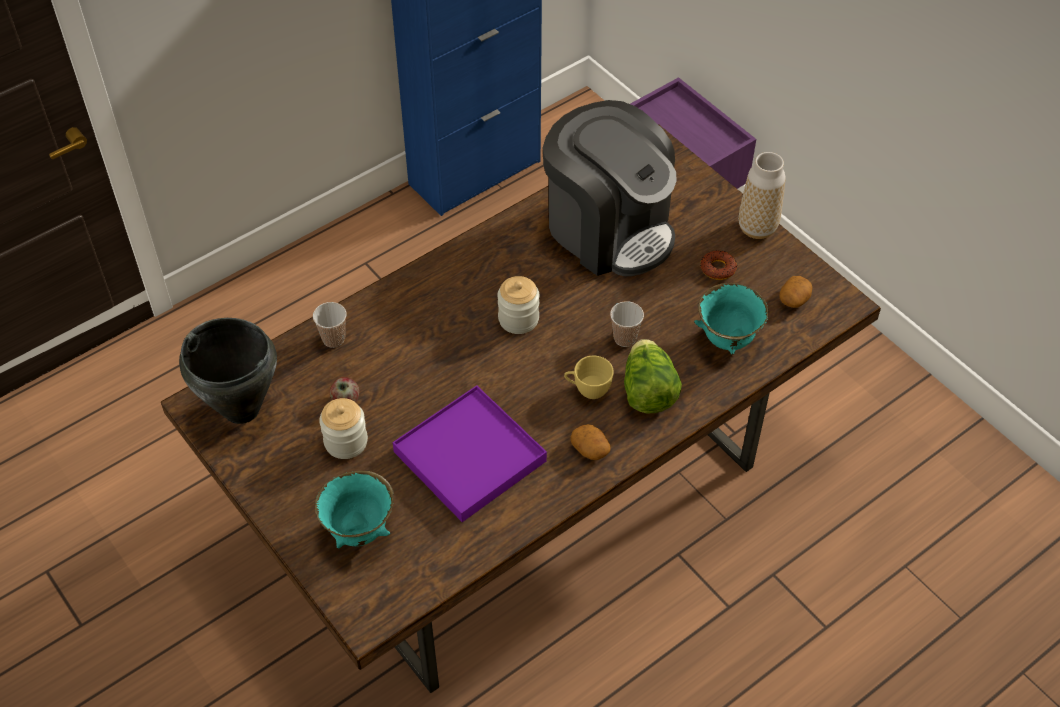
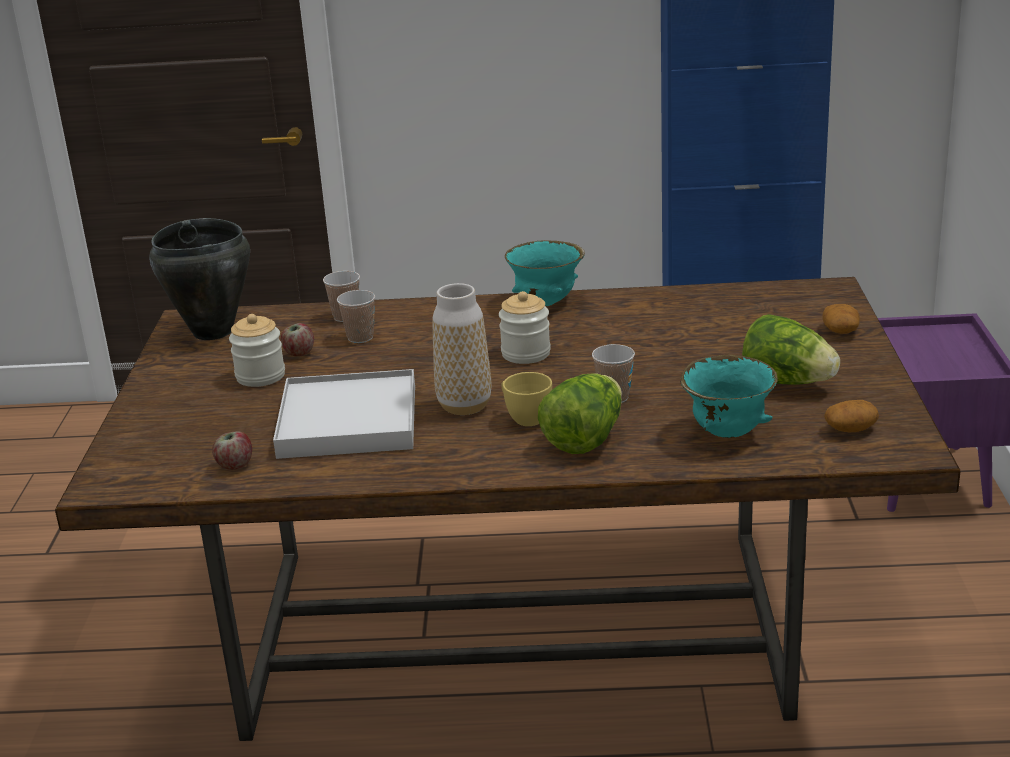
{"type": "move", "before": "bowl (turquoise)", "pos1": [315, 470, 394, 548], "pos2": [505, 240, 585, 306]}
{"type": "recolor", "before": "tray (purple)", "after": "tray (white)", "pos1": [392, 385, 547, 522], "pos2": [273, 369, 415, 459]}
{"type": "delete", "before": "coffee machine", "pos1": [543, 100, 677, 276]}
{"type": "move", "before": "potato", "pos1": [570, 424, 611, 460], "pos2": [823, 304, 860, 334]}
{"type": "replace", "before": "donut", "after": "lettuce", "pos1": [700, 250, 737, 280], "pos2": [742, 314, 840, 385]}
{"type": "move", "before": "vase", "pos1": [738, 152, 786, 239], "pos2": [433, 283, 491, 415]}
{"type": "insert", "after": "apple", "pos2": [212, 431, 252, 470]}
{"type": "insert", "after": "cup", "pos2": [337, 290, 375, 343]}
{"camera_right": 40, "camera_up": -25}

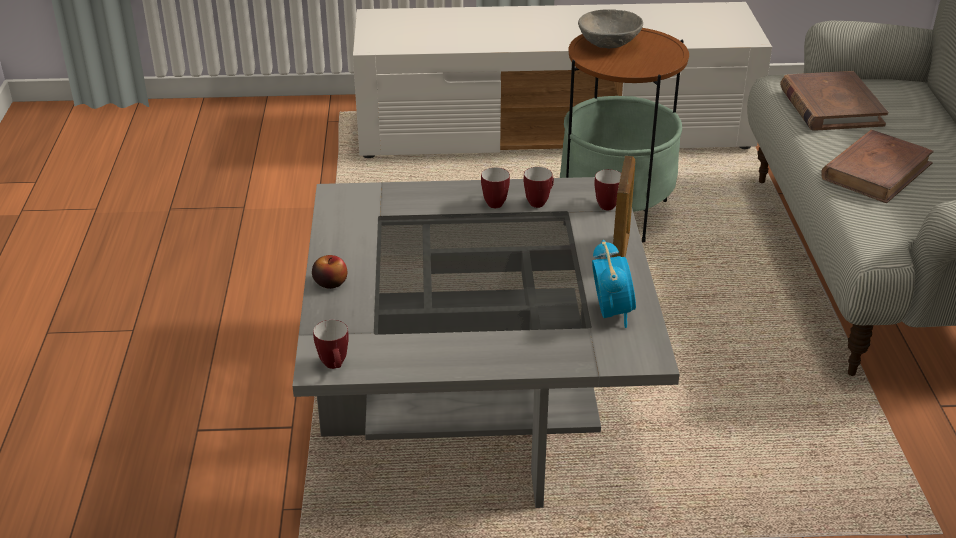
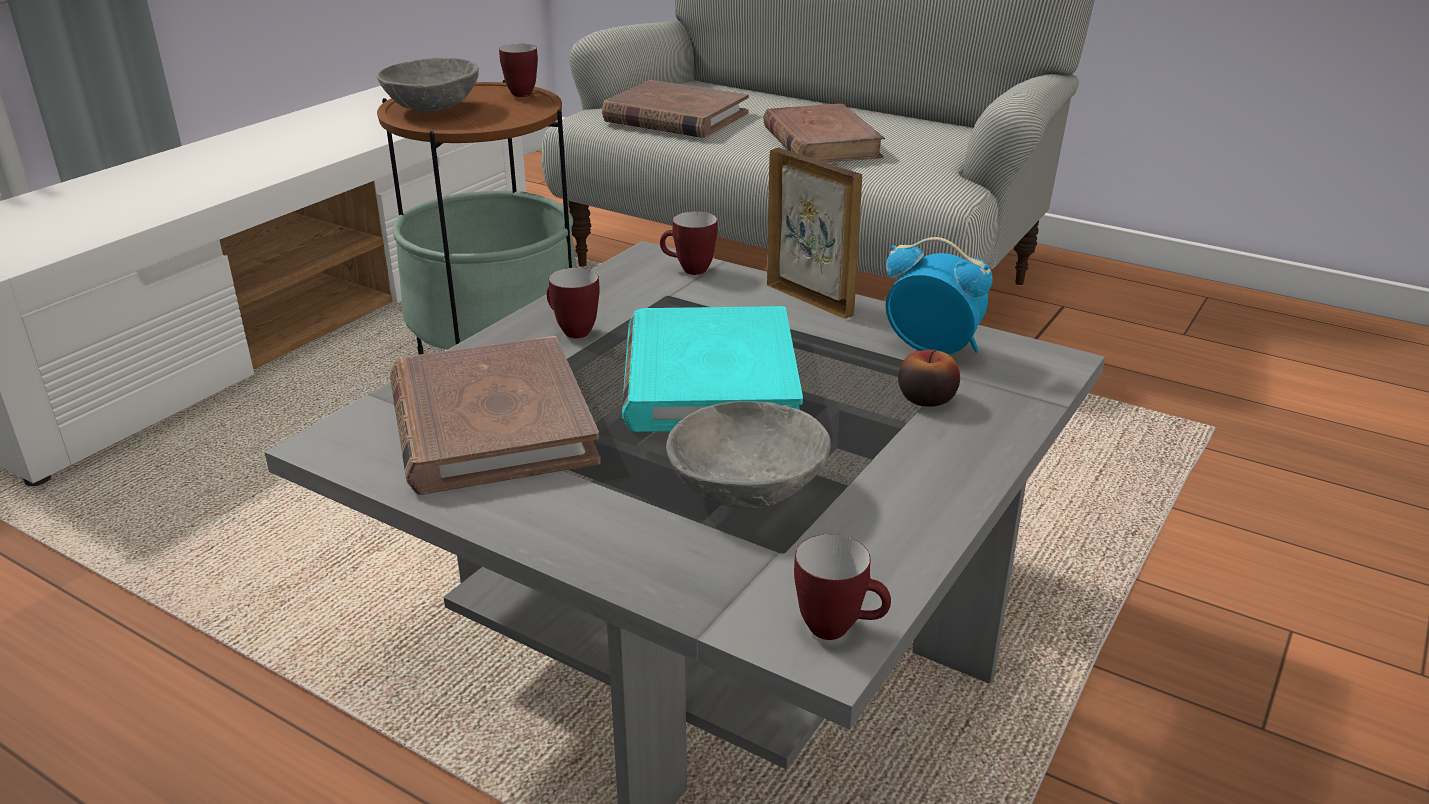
{"type": "move", "before": "apple", "pos1": [312, 255, 347, 289], "pos2": [898, 349, 960, 407]}
{"type": "move", "before": "mug", "pos1": [524, 167, 554, 208], "pos2": [499, 44, 538, 97]}
{"type": "insert", "after": "book (brown)", "pos2": [390, 336, 600, 495]}
{"type": "insert", "after": "book (turquoise)", "pos2": [622, 306, 803, 432]}
{"type": "insert", "after": "bowl (grey)", "pos2": [666, 401, 831, 509]}
{"camera_right": -55, "camera_up": -5}

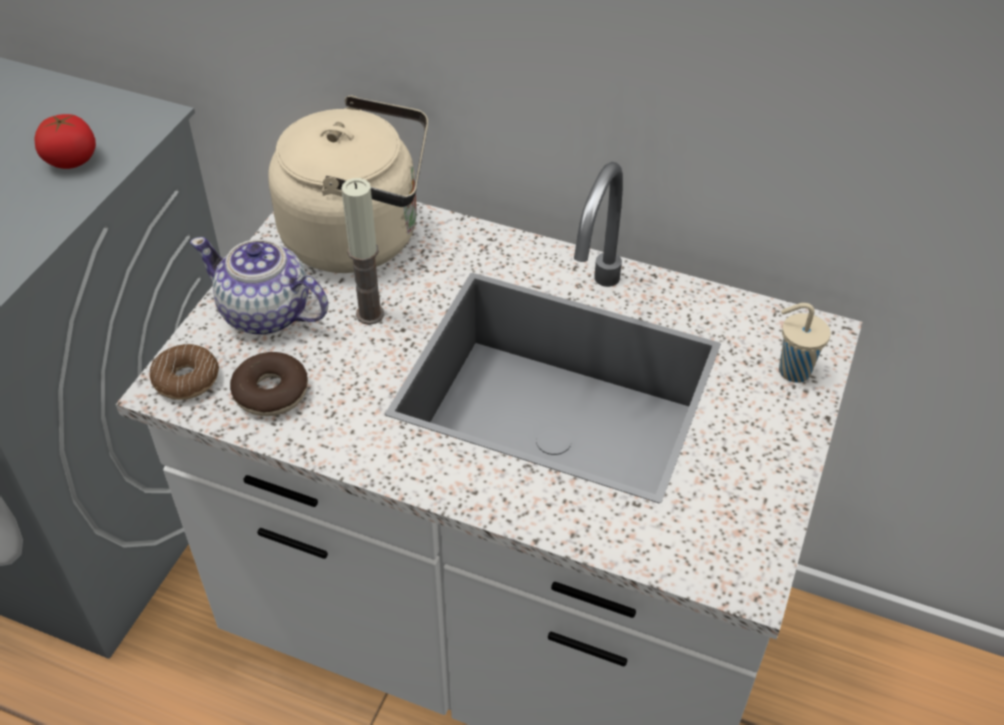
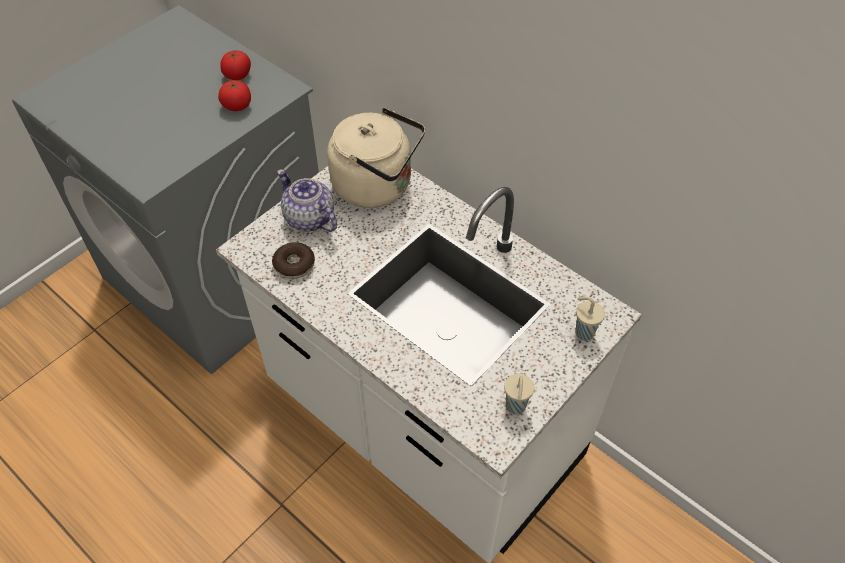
{"type": "delete", "before": "donut", "pos1": [150, 344, 219, 400]}
{"type": "delete", "before": "candle", "pos1": [341, 178, 384, 325]}
{"type": "insert", "after": "tomato", "pos2": [221, 50, 251, 80]}
{"type": "insert", "after": "cup (beige)", "pos2": [504, 374, 534, 414]}
{"camera_right": 20, "camera_up": 5}

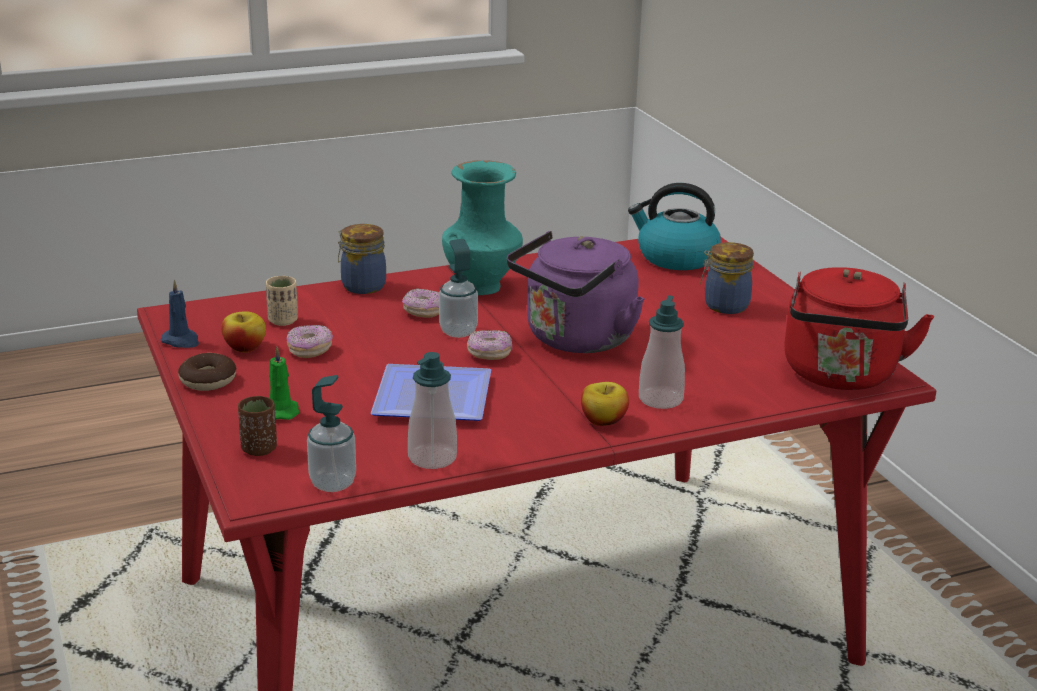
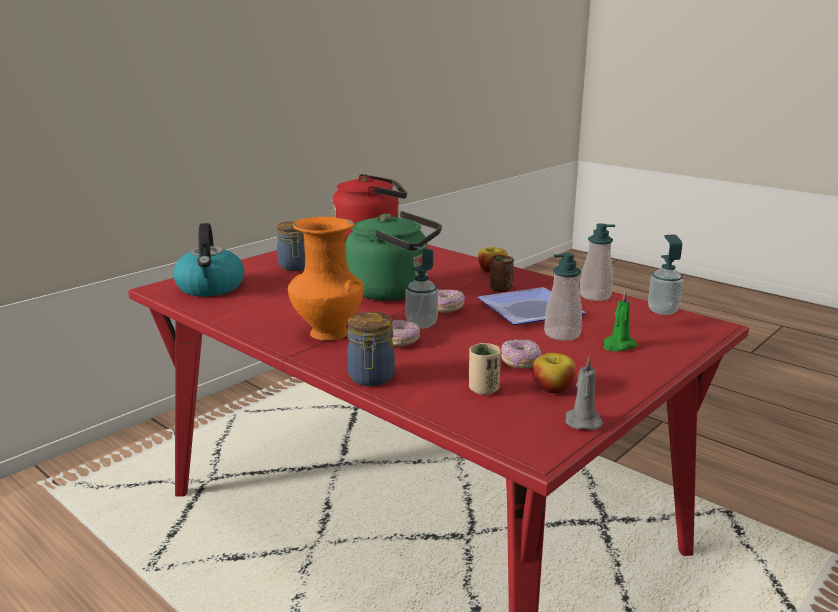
{"type": "recolor", "before": "candle (blue)", "after": "candle (grey)", "pos1": [161, 279, 199, 348], "pos2": [565, 356, 603, 430]}
{"type": "delete", "before": "donut", "pos1": [178, 353, 237, 391]}
{"type": "move", "before": "cup (brown)", "pos1": [238, 396, 277, 456], "pos2": [490, 255, 514, 292]}
{"type": "recolor", "before": "vase (turquoise)", "after": "vase (orange)", "pos1": [442, 160, 523, 295], "pos2": [288, 217, 364, 341]}
{"type": "recolor", "before": "kettle (purple)", "after": "kettle (green)", "pos1": [507, 231, 644, 353], "pos2": [345, 211, 442, 301]}
{"type": "move", "before": "soap dispenser", "pos1": [639, 296, 685, 409], "pos2": [544, 253, 582, 341]}
{"camera_right": -115, "camera_up": -5}

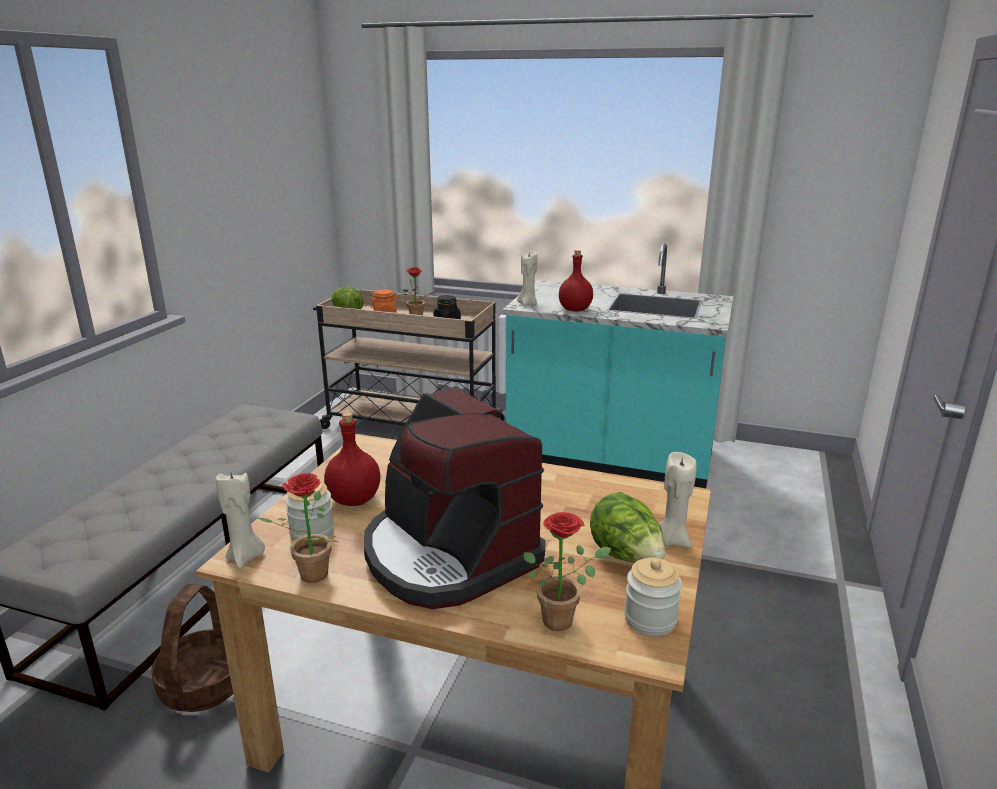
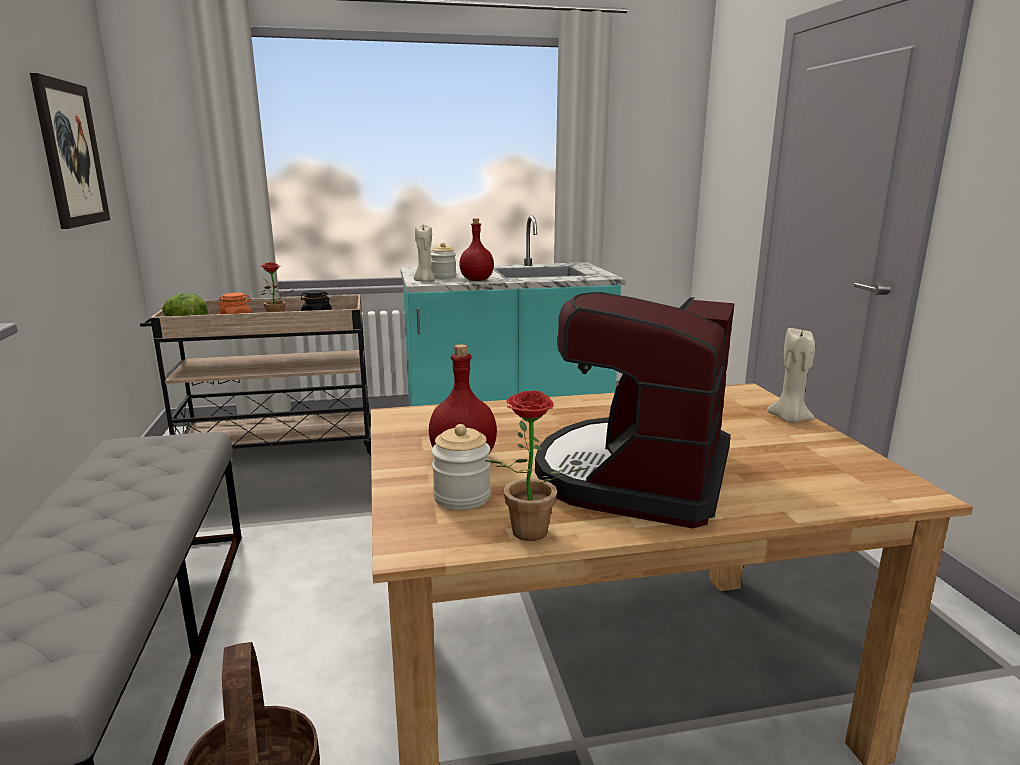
{"type": "delete", "before": "candle (beige)", "pos1": [216, 473, 265, 569]}
{"type": "rotate", "before": "coffee machine", "pos1": [364, 388, 546, 609], "pos2": [535, 292, 735, 528], "turn": 90}
{"type": "delete", "before": "potted plant", "pos1": [524, 512, 611, 631]}
{"type": "delete", "before": "lettuce", "pos1": [590, 492, 665, 562]}
{"type": "move", "before": "jar", "pos1": [624, 558, 682, 636], "pos2": [431, 242, 457, 279]}
{"type": "insert", "after": "picture", "pos2": [30, 73, 110, 229]}
{"camera_right": -30, "camera_up": -5}

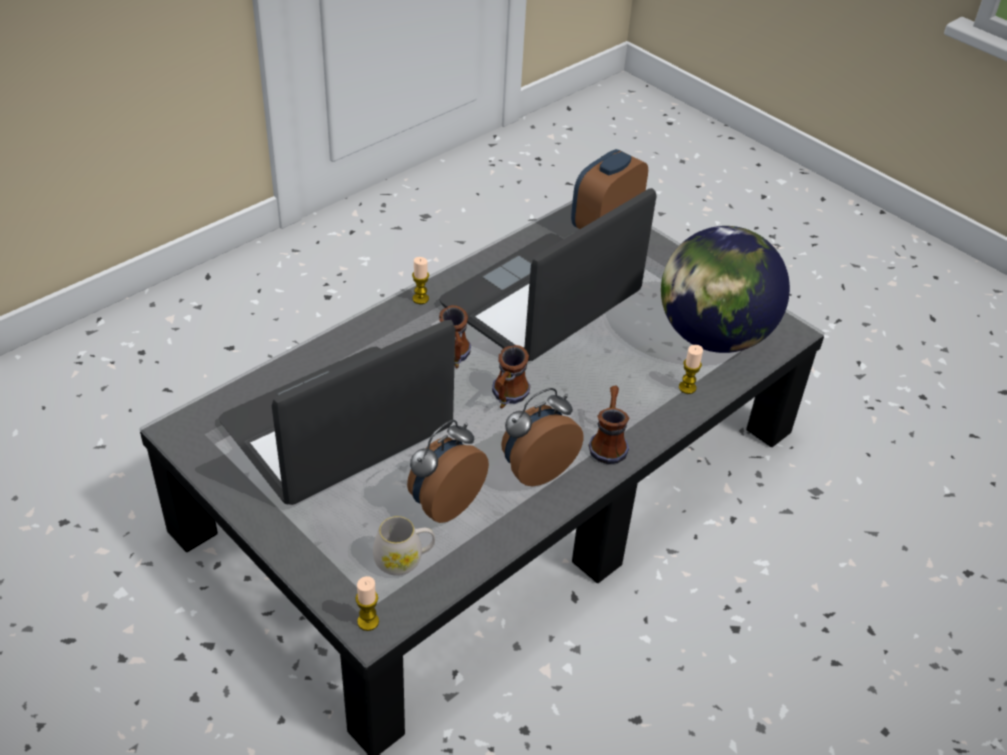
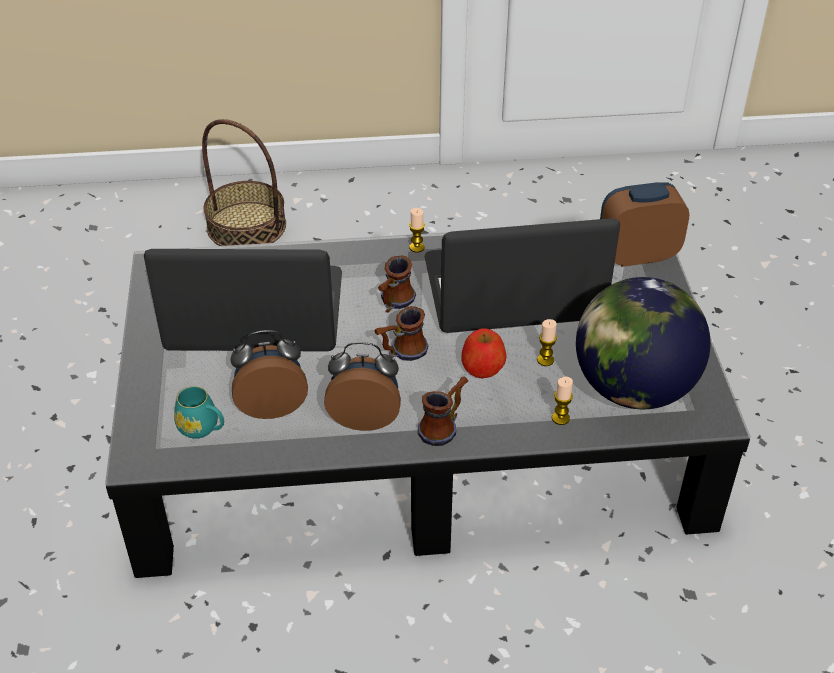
{"type": "move", "before": "candle", "pos1": [355, 576, 379, 631], "pos2": [537, 319, 557, 366]}
{"type": "recolor", "before": "mug (white)", "after": "mug (turquoise)", "pos1": [373, 516, 435, 576], "pos2": [174, 386, 224, 439]}
{"type": "insert", "after": "basket", "pos2": [202, 119, 286, 246]}
{"type": "insert", "after": "apple", "pos2": [461, 328, 507, 378]}
{"camera_right": 40, "camera_up": 0}

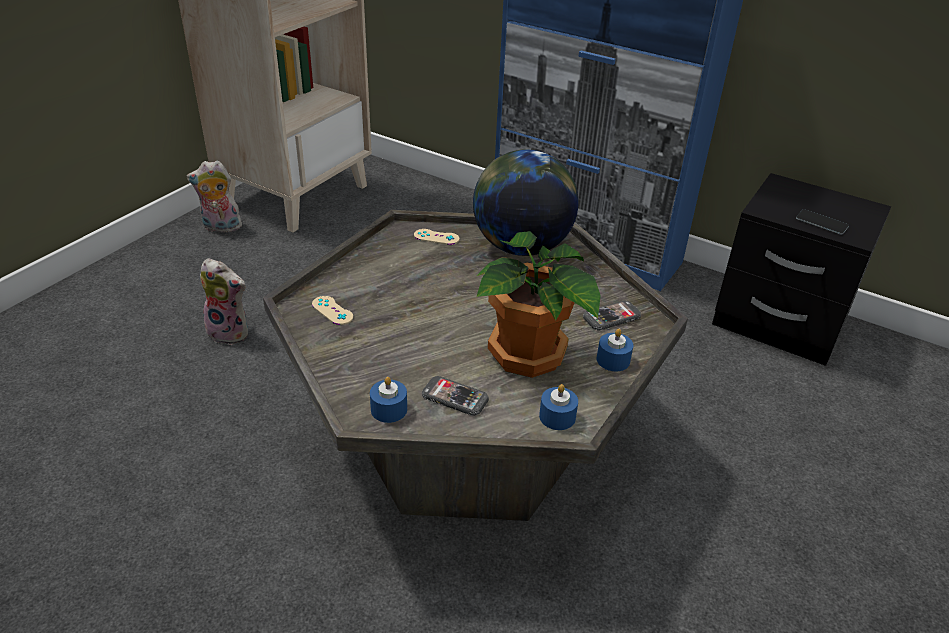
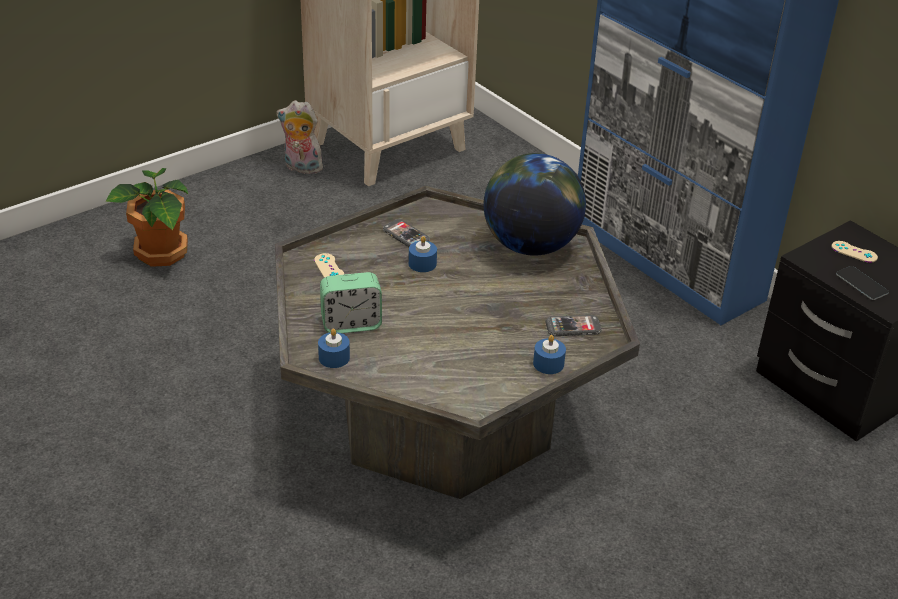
{"type": "delete", "before": "plush toy", "pos1": [200, 258, 248, 345]}
{"type": "move", "before": "game controller (beige)", "pos1": [414, 229, 460, 245], "pos2": [832, 241, 878, 263]}
{"type": "move", "before": "phone", "pos1": [422, 376, 489, 416], "pos2": [383, 219, 430, 247]}
{"type": "move", "before": "potted plant", "pos1": [476, 231, 601, 378], "pos2": [105, 168, 188, 267]}
{"type": "move", "before": "candle (blue)", "pos1": [539, 384, 578, 430], "pos2": [409, 236, 437, 272]}
{"type": "insert", "after": "alarm clock", "pos2": [320, 272, 382, 333]}
{"camera_right": 20, "camera_up": 0}

